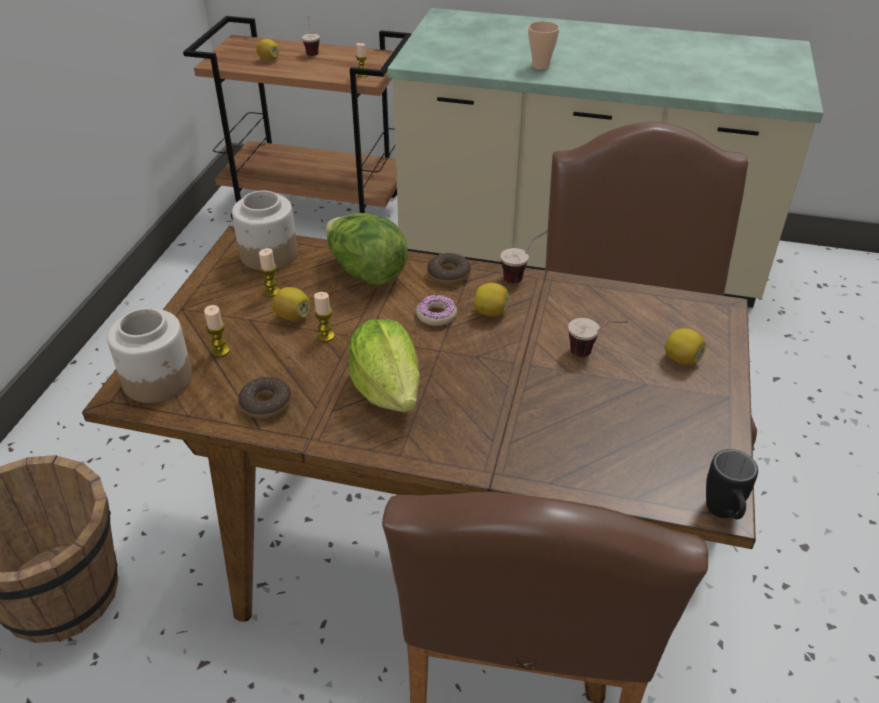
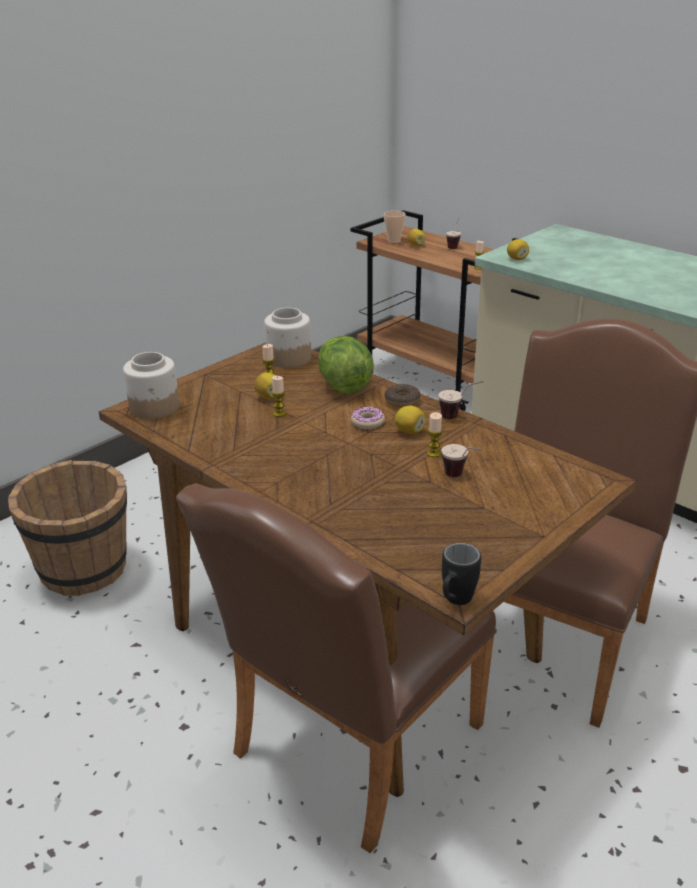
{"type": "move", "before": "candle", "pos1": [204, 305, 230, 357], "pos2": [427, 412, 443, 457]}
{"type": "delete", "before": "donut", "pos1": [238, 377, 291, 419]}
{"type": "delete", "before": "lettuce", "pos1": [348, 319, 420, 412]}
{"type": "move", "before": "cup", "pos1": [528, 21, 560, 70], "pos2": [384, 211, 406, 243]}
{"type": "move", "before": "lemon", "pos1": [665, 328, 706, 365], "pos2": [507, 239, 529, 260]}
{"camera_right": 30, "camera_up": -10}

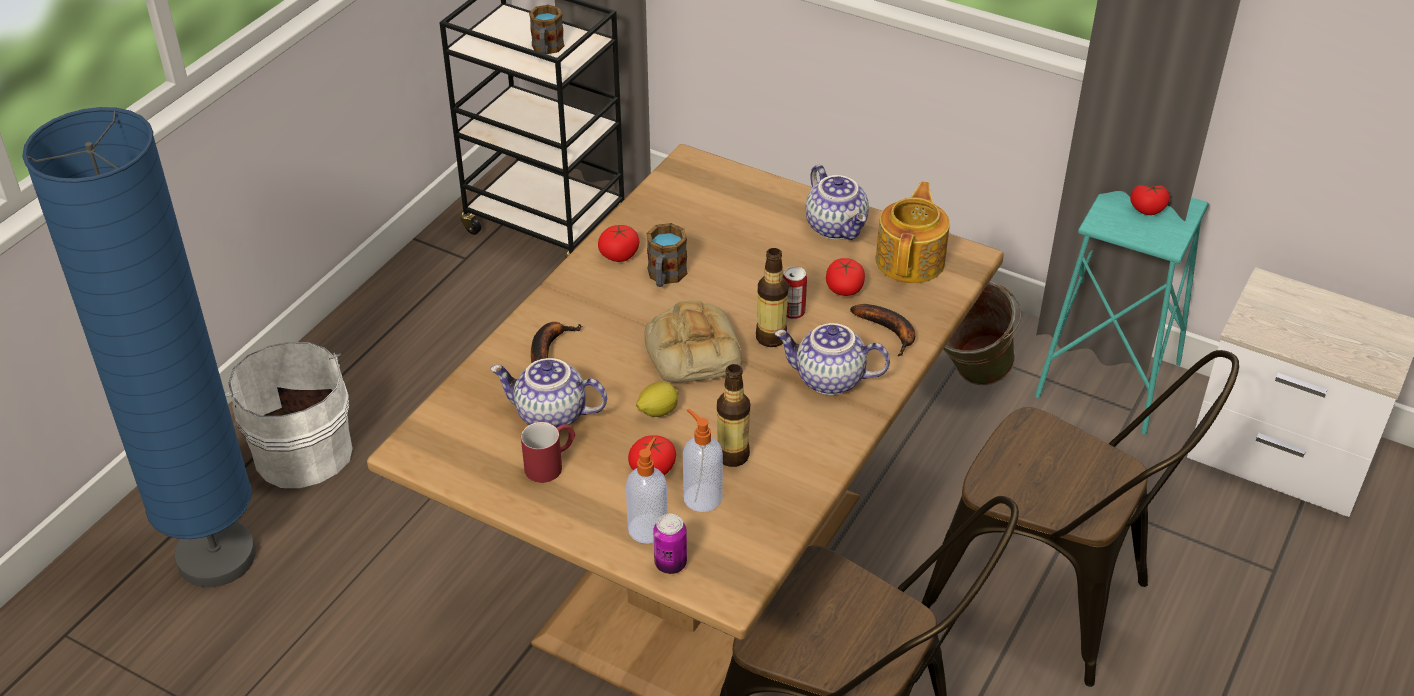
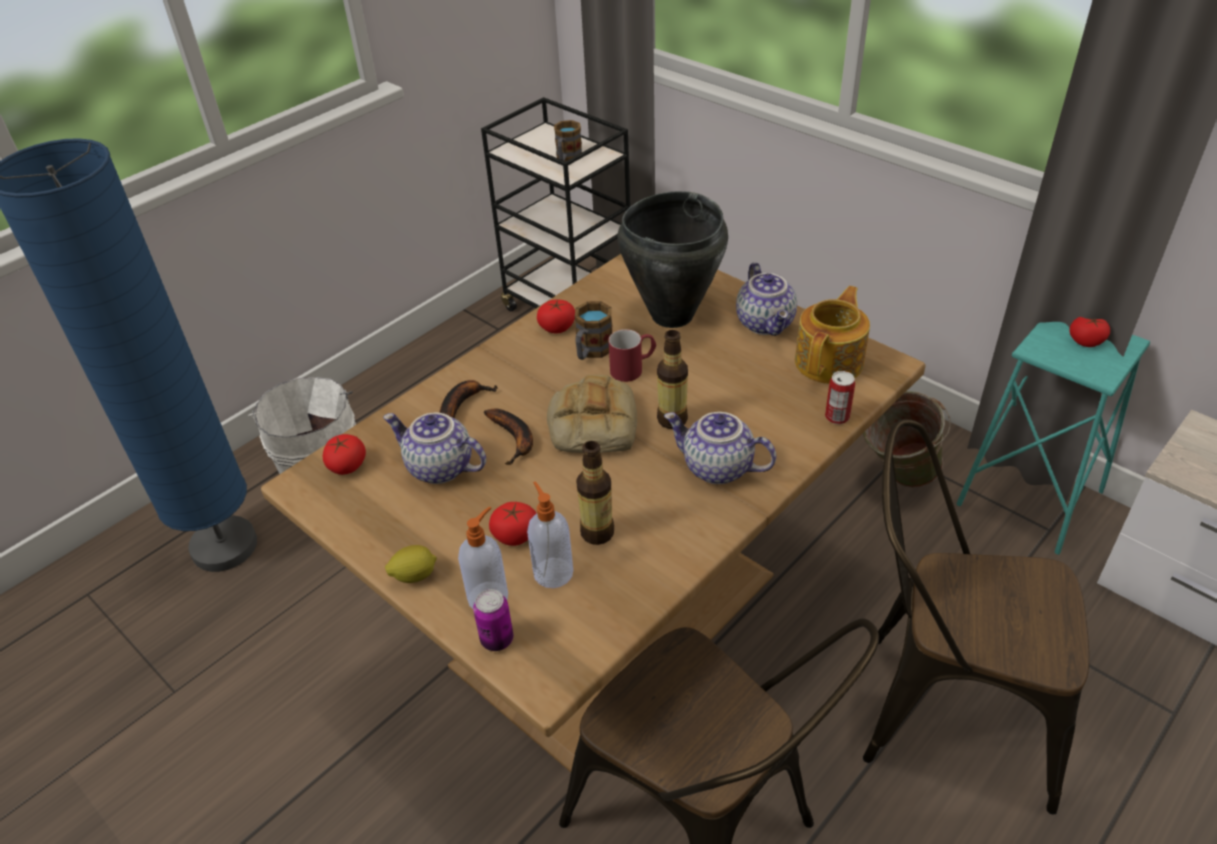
{"type": "move", "before": "mug (red)", "pos1": [521, 422, 575, 483], "pos2": [608, 329, 656, 382]}
{"type": "move", "before": "lemon", "pos1": [636, 382, 678, 417], "pos2": [385, 545, 437, 583]}
{"type": "move", "before": "can", "pos1": [783, 266, 807, 319], "pos2": [825, 371, 855, 424]}
{"type": "move", "before": "tomato", "pos1": [826, 258, 865, 296], "pos2": [323, 434, 366, 475]}
{"type": "move", "before": "banana", "pos1": [850, 304, 915, 356], "pos2": [484, 408, 533, 465]}
{"type": "rotate", "before": "chair (brown)", "pos1": [922, 350, 1239, 687], "pos2": [863, 419, 1089, 815], "turn": 150}
{"type": "insert", "after": "cooking pot (black)", "pos2": [617, 191, 728, 328]}
{"camera_right": 15, "camera_up": 0}

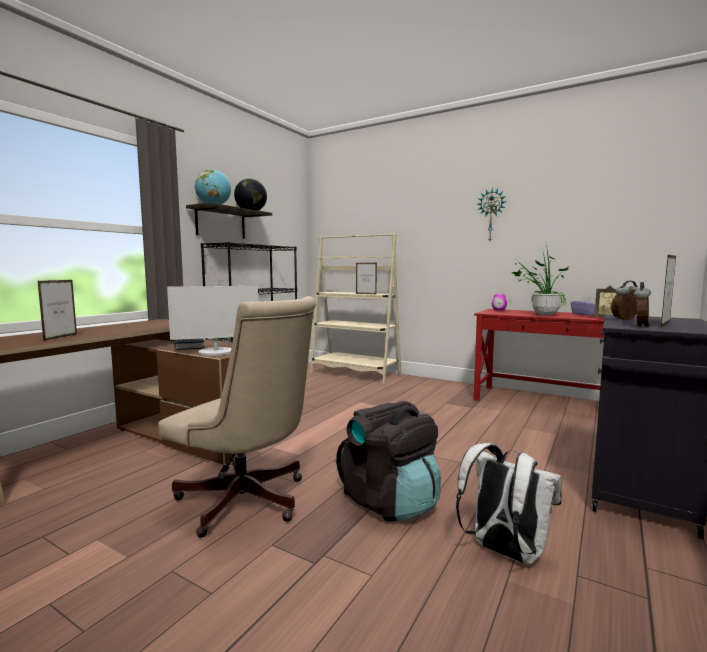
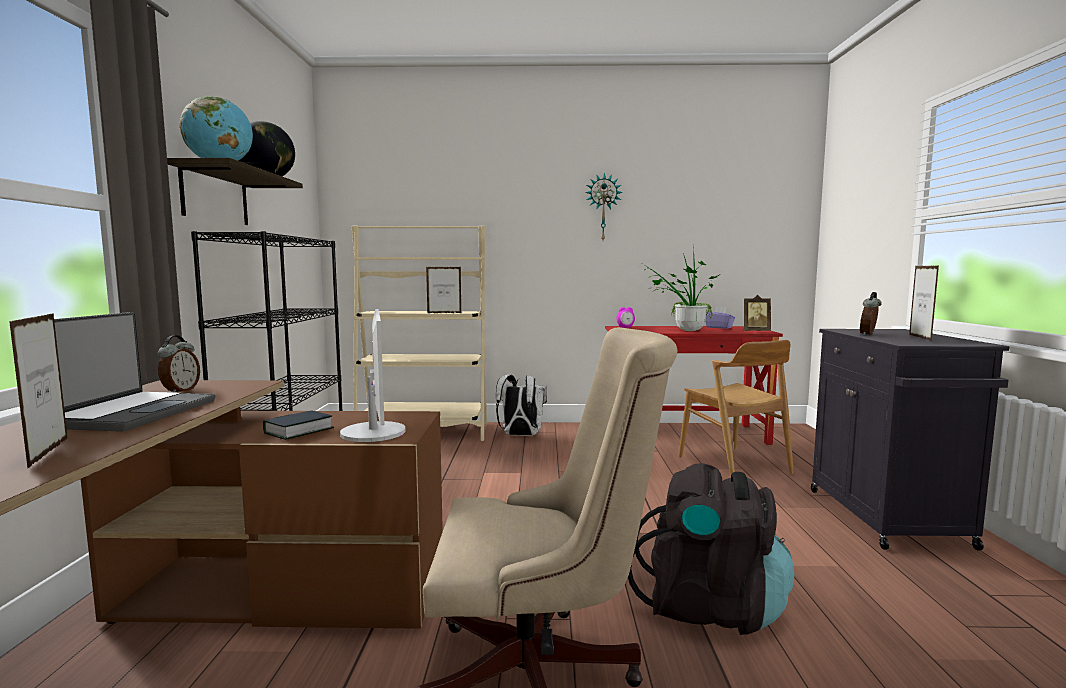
{"type": "rotate", "before": "monitor", "pos1": [167, 286, 258, 356], "pos2": [340, 309, 406, 442], "turn": -60}
{"type": "move", "before": "backpack (white)", "pos1": [456, 443, 562, 564], "pos2": [496, 375, 547, 436]}
{"type": "move", "before": "alarm clock", "pos1": [634, 282, 651, 328], "pos2": [158, 335, 200, 393]}
{"type": "insert", "after": "laptop", "pos2": [54, 312, 216, 432]}
{"type": "insert", "after": "chair (brown)", "pos2": [679, 340, 794, 476]}
{"camera_right": -30, "camera_up": 0}

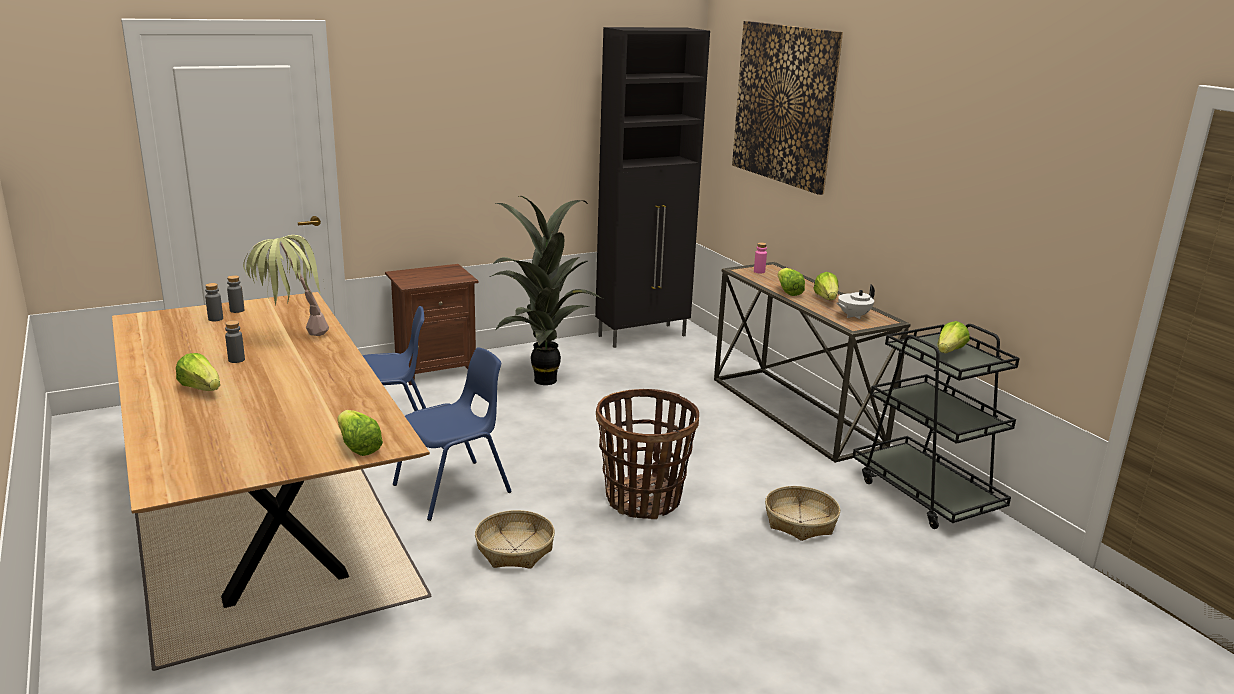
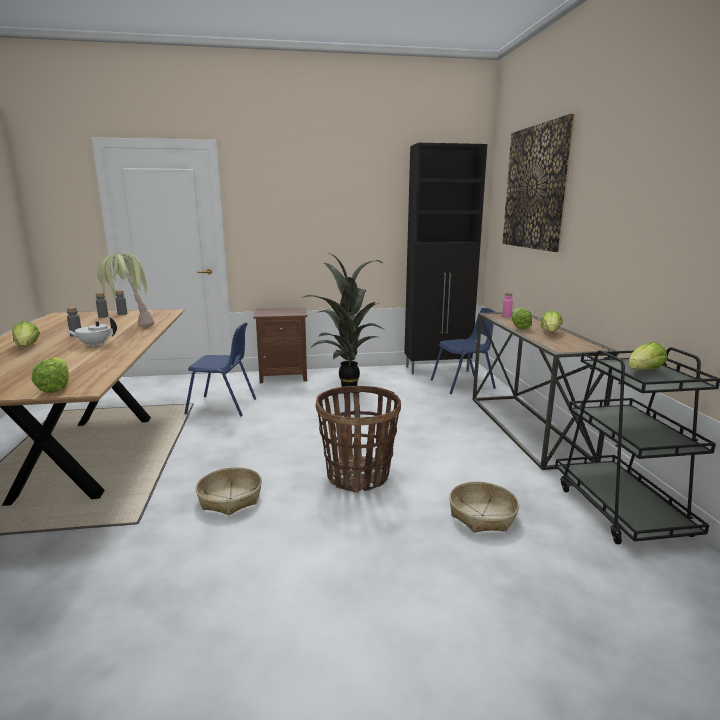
{"type": "move", "before": "chair (blue)", "pos1": [393, 347, 512, 521], "pos2": [431, 308, 496, 394]}
{"type": "move", "before": "teapot (white)", "pos1": [837, 284, 875, 319], "pos2": [65, 317, 117, 347]}
{"camera_right": 20, "camera_up": -5}

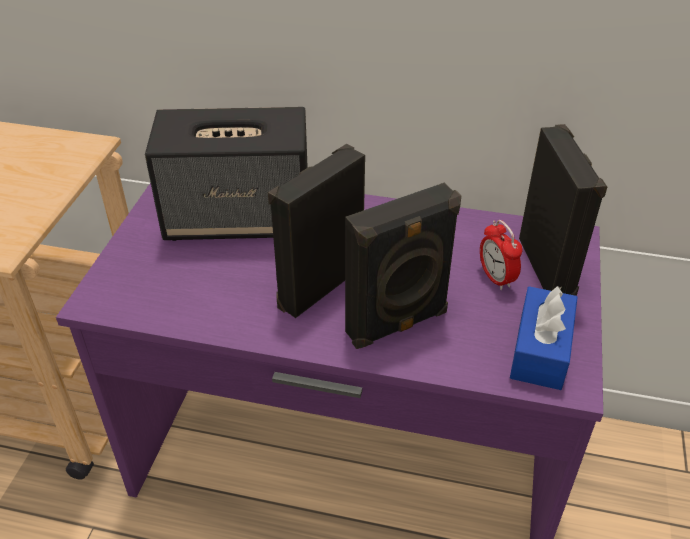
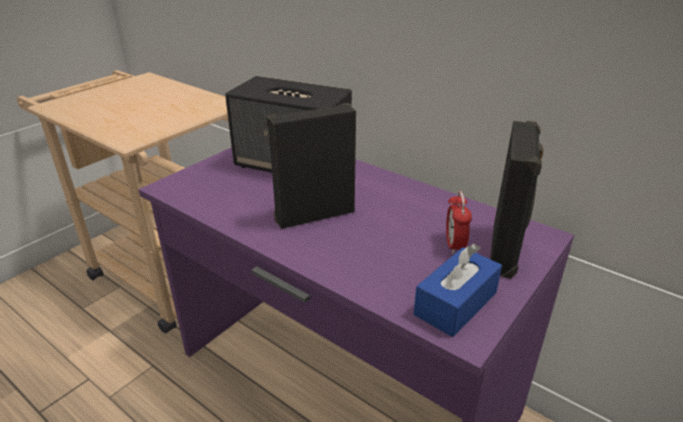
{"type": "delete", "before": "speaker (black)", "pos1": [345, 183, 462, 349]}
{"camera_right": 25, "camera_up": -10}

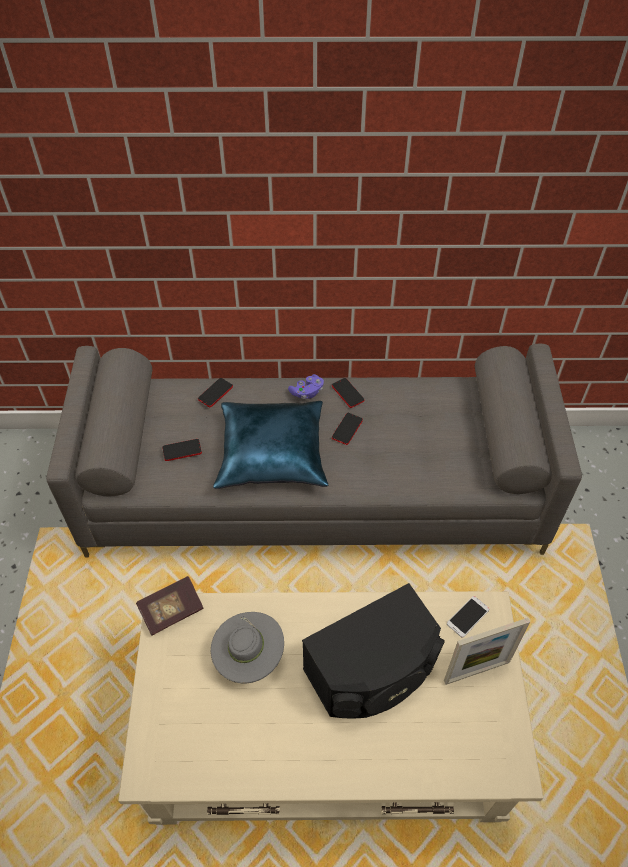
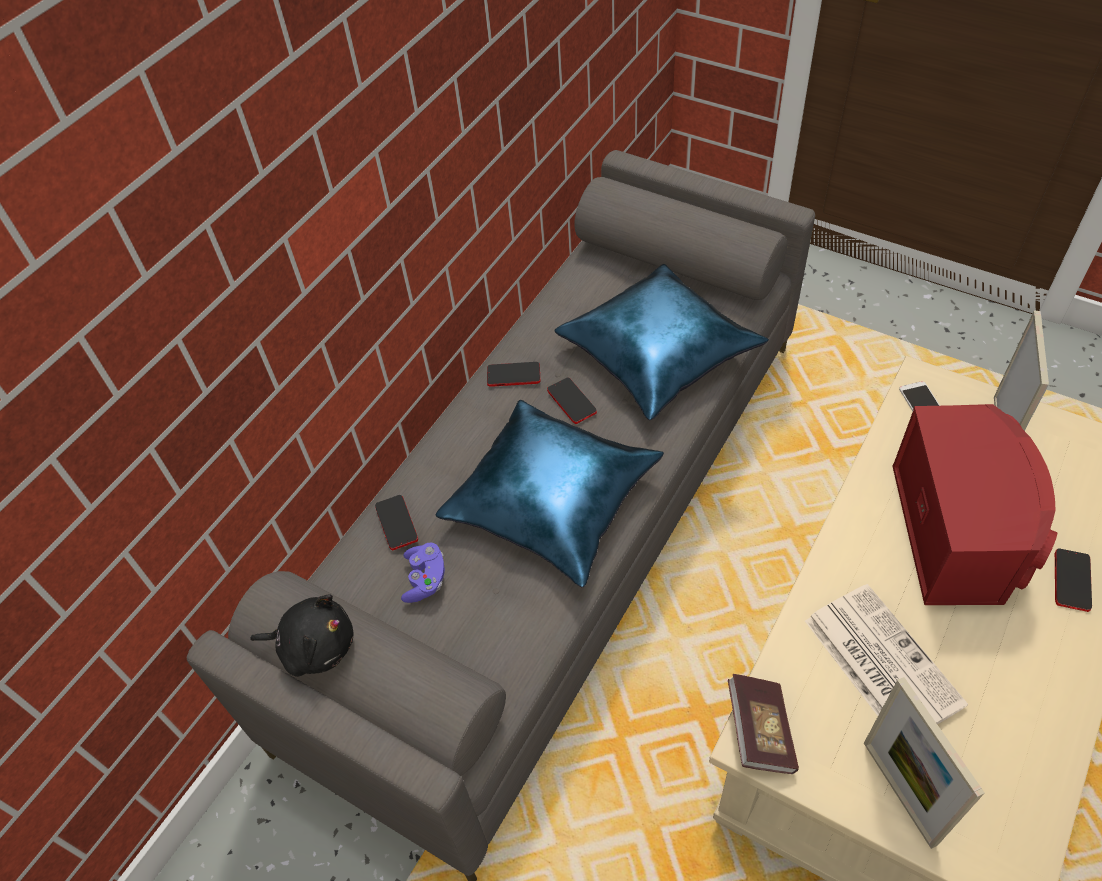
{"type": "move", "before": "phone", "pos1": [162, 439, 202, 461], "pos2": [1055, 548, 1092, 612]}
{"type": "replace", "before": "hat (grey)", "after": "newspaper", "pos1": [211, 612, 284, 683], "pos2": [805, 584, 968, 724]}
{"type": "move", "before": "game controller (purple)", "pos1": [288, 374, 324, 399], "pos2": [401, 543, 445, 603]}
{"type": "recolor", "before": "speaker (black)", "after": "speaker (red)", "pos1": [302, 583, 445, 718], "pos2": [893, 404, 1057, 605]}
{"type": "insert", "after": "plush toy (black)", "pos2": [250, 594, 354, 677]}
{"type": "insert", "after": "pillow (blue)", "pos2": [555, 264, 769, 420]}
{"type": "insert", "after": "picture frame", "pos2": [864, 677, 985, 849]}
{"camera_right": -55, "camera_up": 0}

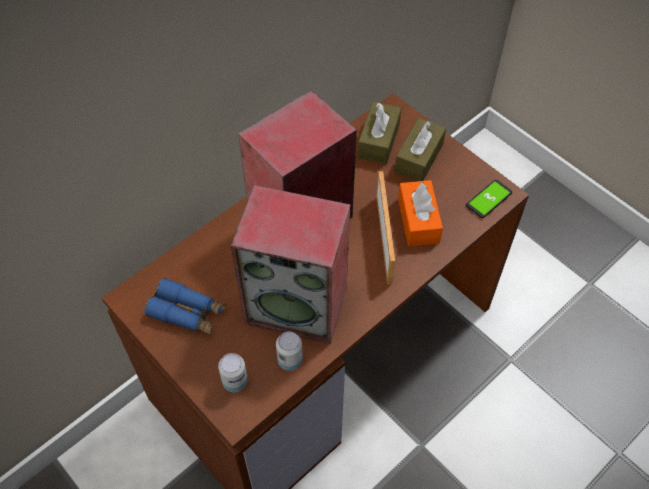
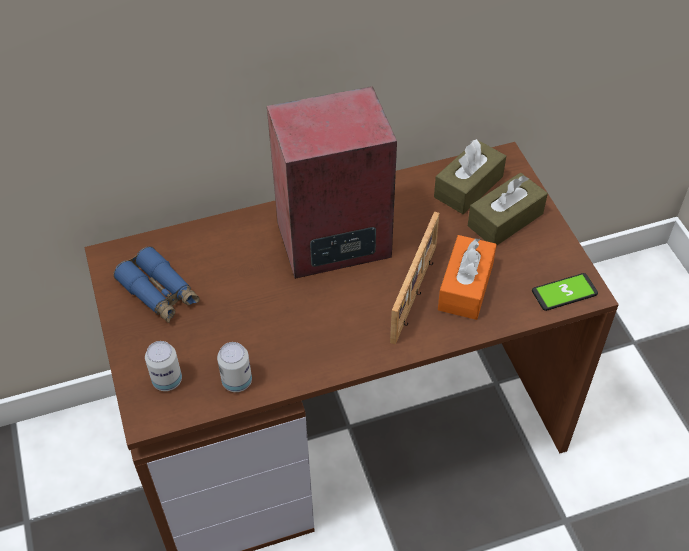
{"type": "delete", "before": "speaker", "pos1": [231, 185, 350, 344]}
{"camera_right": 25, "camera_up": -5}

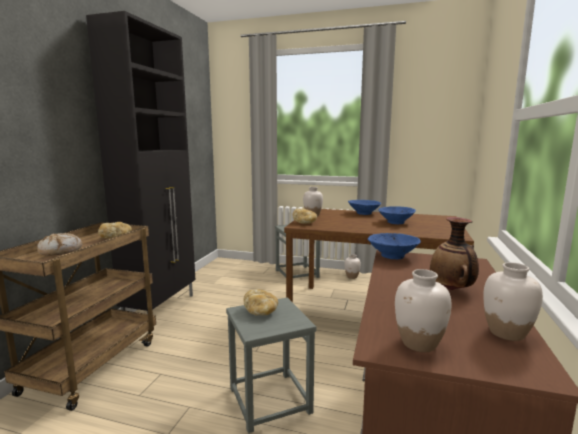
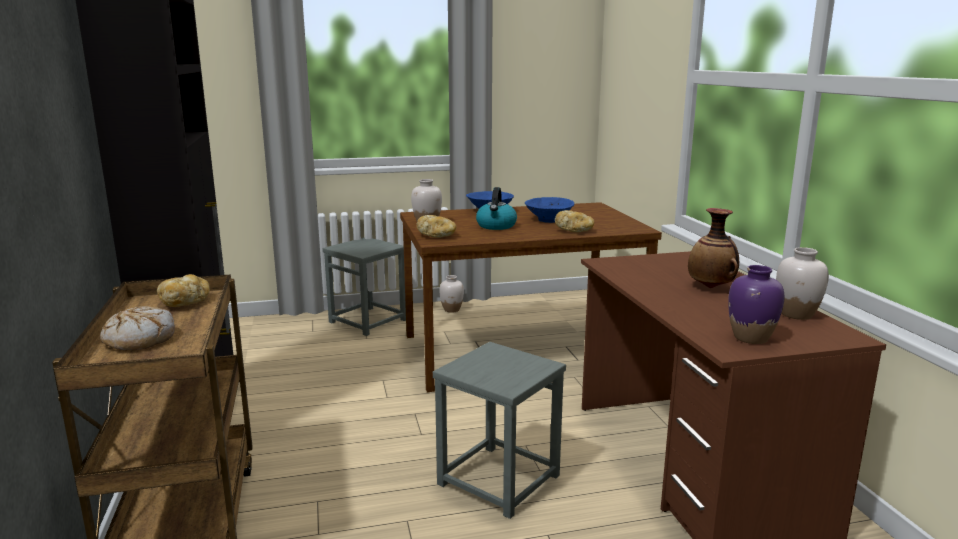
{"type": "move", "before": "bread", "pos1": [243, 289, 278, 316], "pos2": [555, 210, 594, 232]}
{"type": "delete", "before": "bowl (blue)", "pos1": [368, 233, 421, 259]}
{"type": "recolor", "before": "vase (white)", "after": "vase (purple)", "pos1": [395, 269, 452, 352], "pos2": [728, 265, 784, 344]}
{"type": "insert", "after": "kettle", "pos2": [476, 187, 517, 230]}
{"camera_right": -30, "camera_up": 5}

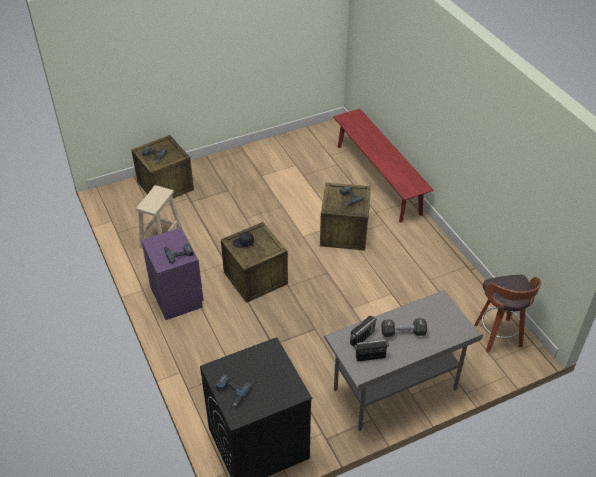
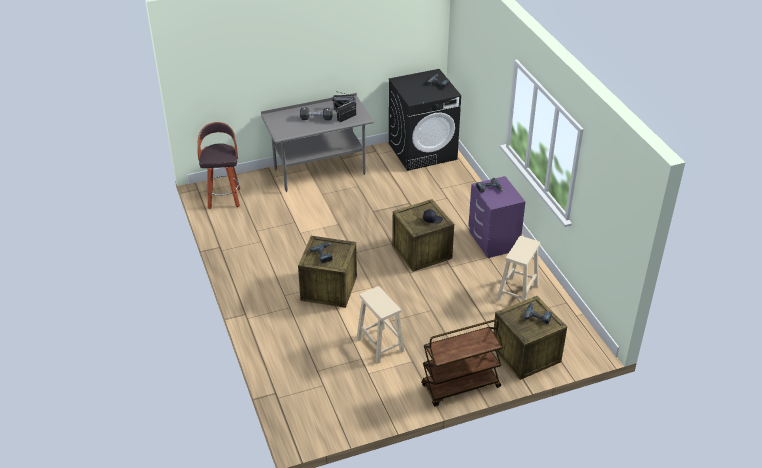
{"type": "delete", "before": "bench (red)", "pos1": [333, 109, 434, 223]}
{"type": "insert", "after": "stool (beige)", "pos2": [356, 286, 404, 364]}
{"type": "insert", "after": "cart (brown)", "pos2": [421, 319, 503, 407]}
{"camera_right": -175, "camera_up": -5}

